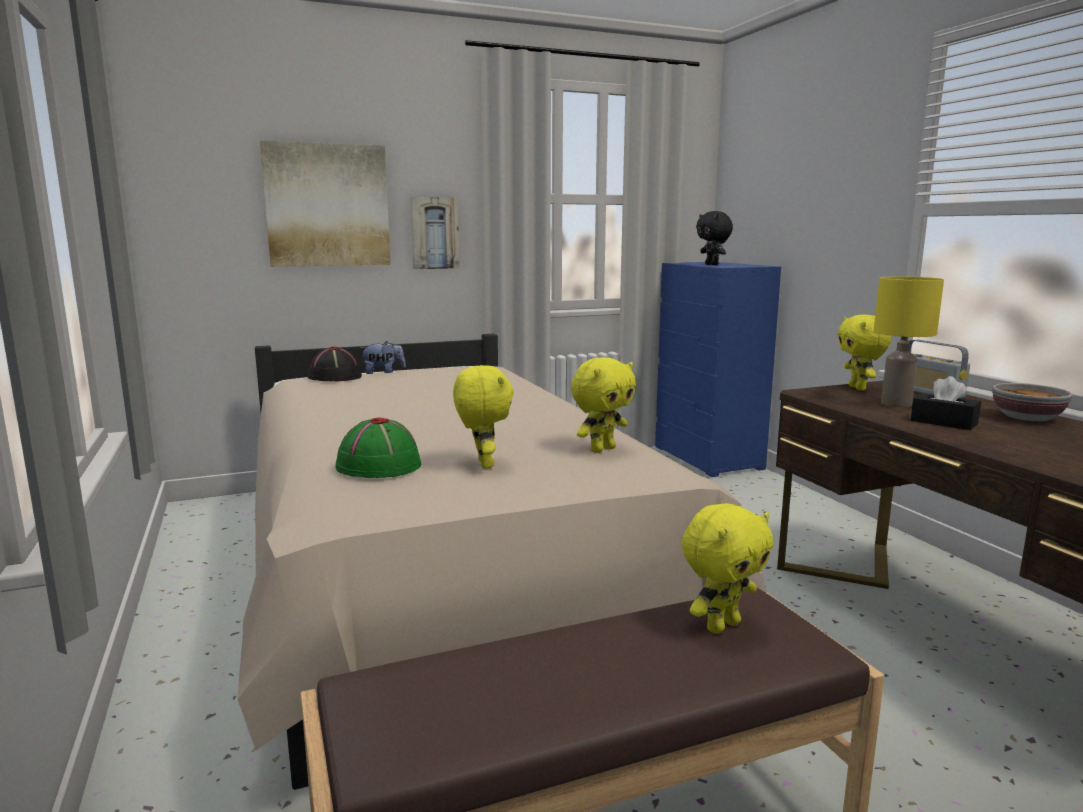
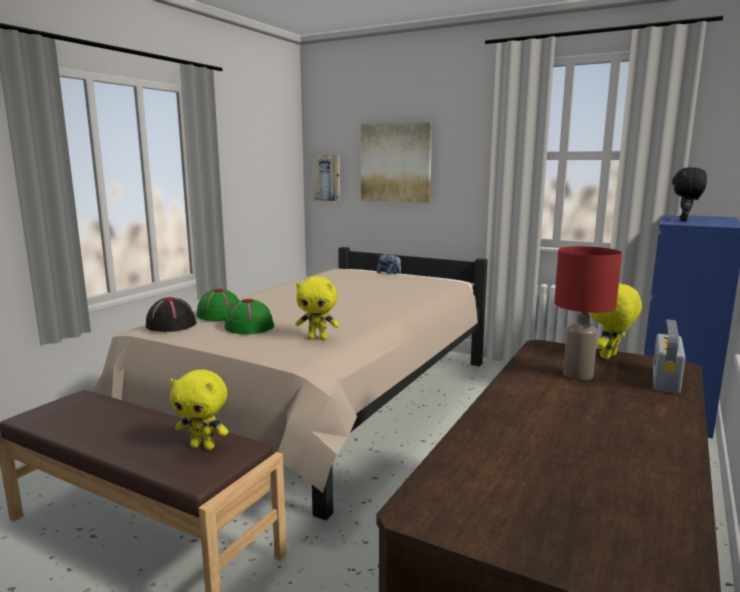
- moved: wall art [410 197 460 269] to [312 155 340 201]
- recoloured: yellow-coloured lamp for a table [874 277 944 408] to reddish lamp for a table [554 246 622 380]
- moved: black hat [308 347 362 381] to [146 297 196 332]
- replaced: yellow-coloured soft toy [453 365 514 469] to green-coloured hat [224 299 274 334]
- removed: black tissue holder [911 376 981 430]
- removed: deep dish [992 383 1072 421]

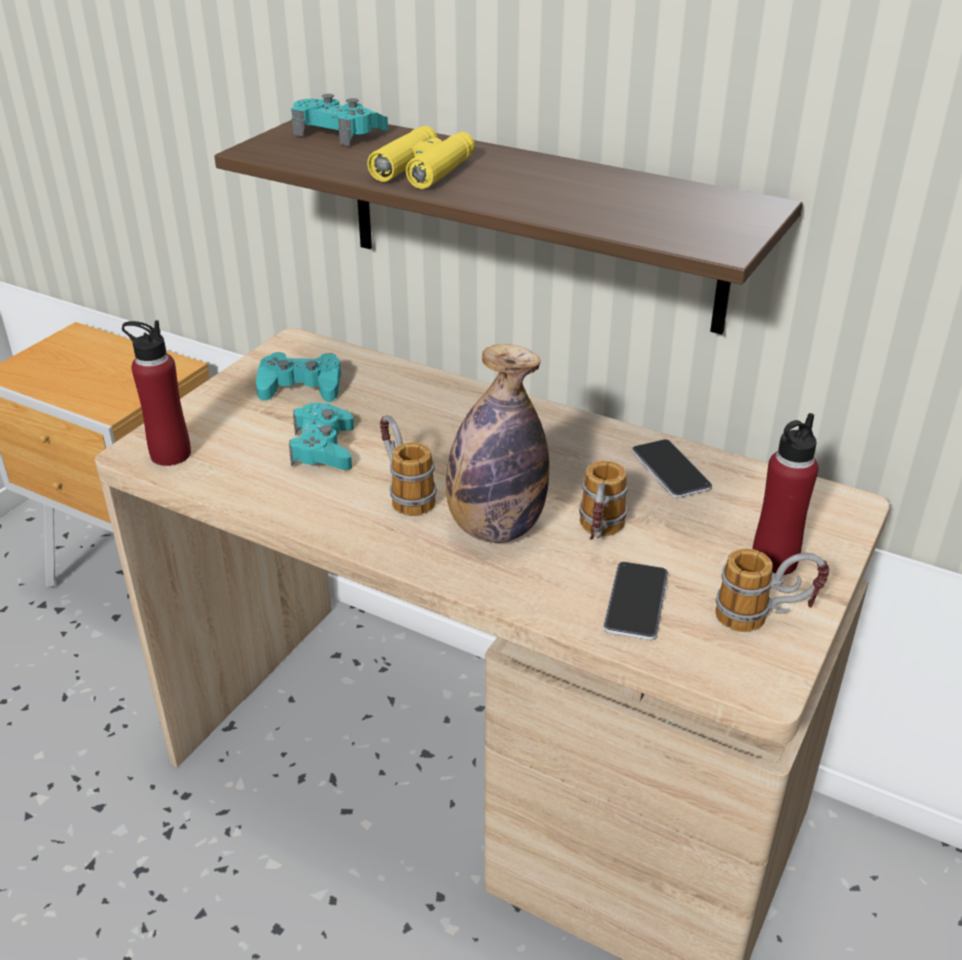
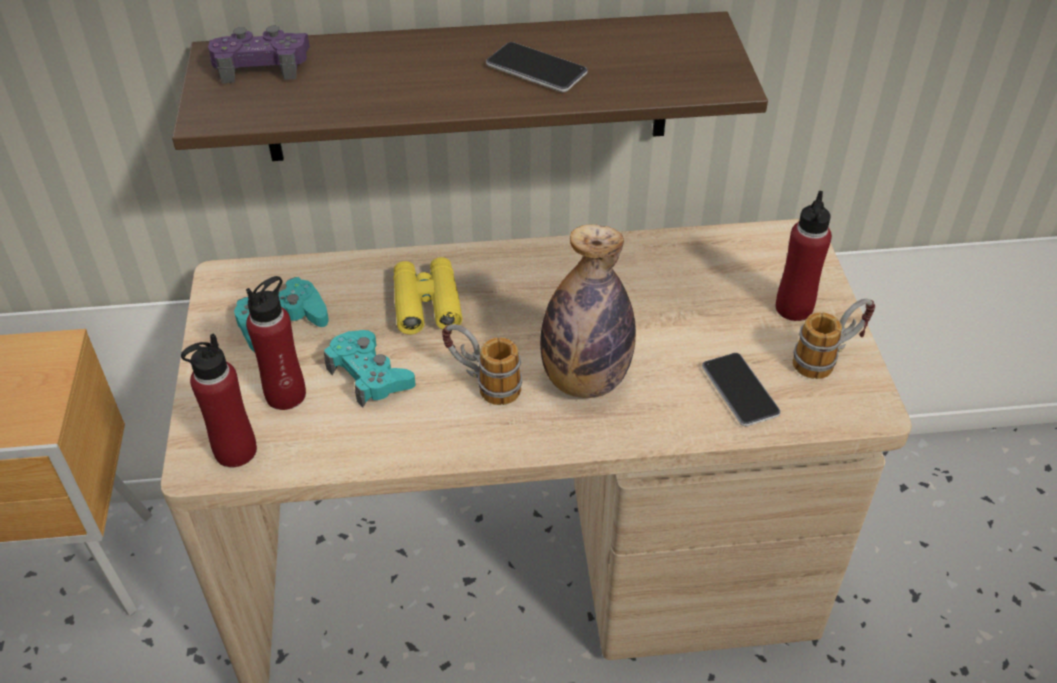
- recoloured: blue-green joypad [291 94 388 146] to purplish joypad [208 26 310 83]
- moved: yellow-coloured binoculars [367 126 475 189] to [393 257 463 334]
- moved: handset [632 439 712 498] to [486 42 588 92]
- removed: coffee mug [579 461 628 540]
- added: reddish drink bottle [246 276 306 410]

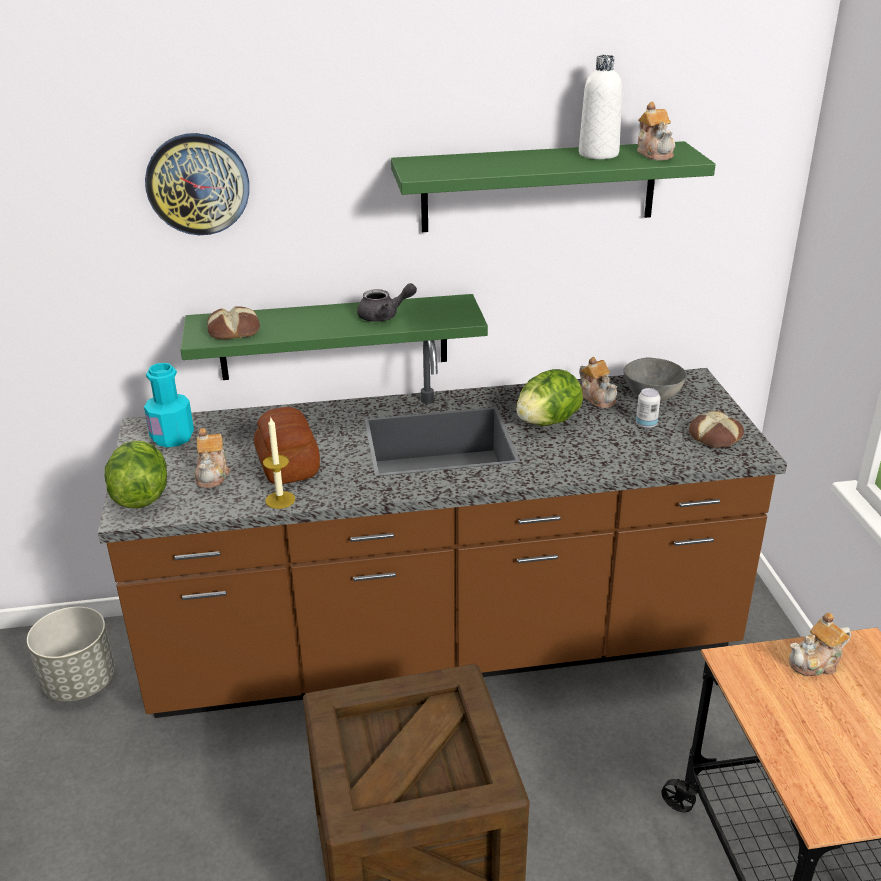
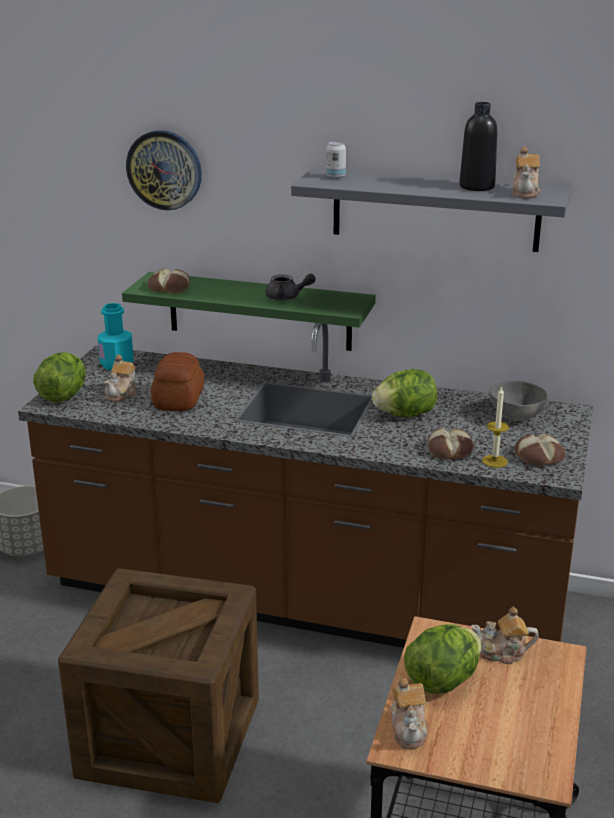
- recoloured: white-coloured drink bottle [579 55 622 159] to black drink bottle [459 102 497 191]
- recoloured: green-coloured bracket shelf [391 141 716 232] to greyish bracket shelf [291 168 571 252]
- moved: tea pot [579 357 617 408] to [391 678 428 749]
- moved: sealed can [636 388 661 429] to [326 141 346 179]
- moved: candle [263 418 295 509] to [482 386 509 468]
- added: baked bread [428 428 474 459]
- added: lettuce head [404 624 482 694]

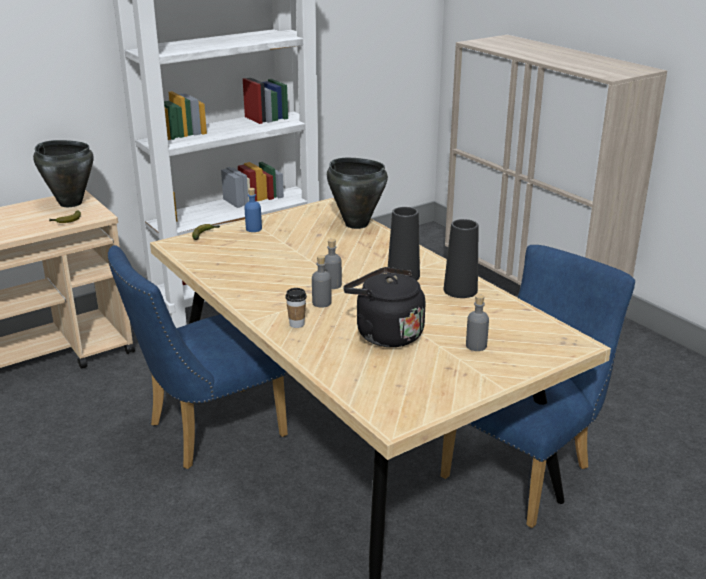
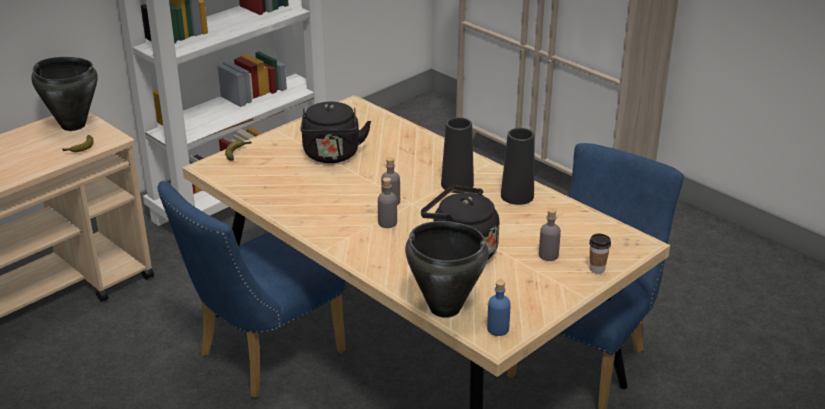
- moved: black cooking pot [327 158 388 229] to [405 221 489 318]
- moved: blue drink bottle [244 188 262 232] to [487 280 511 336]
- moved: cup [285 288 307 328] to [589 234 611 274]
- added: black tea kettle [300 102 371 163]

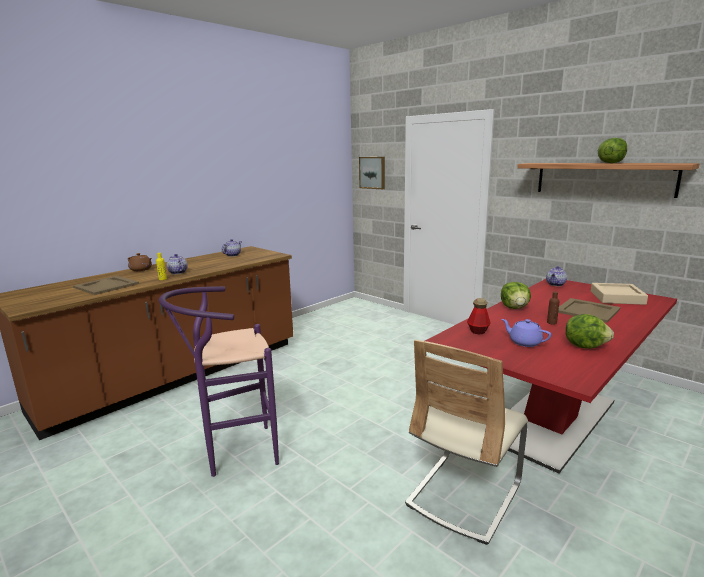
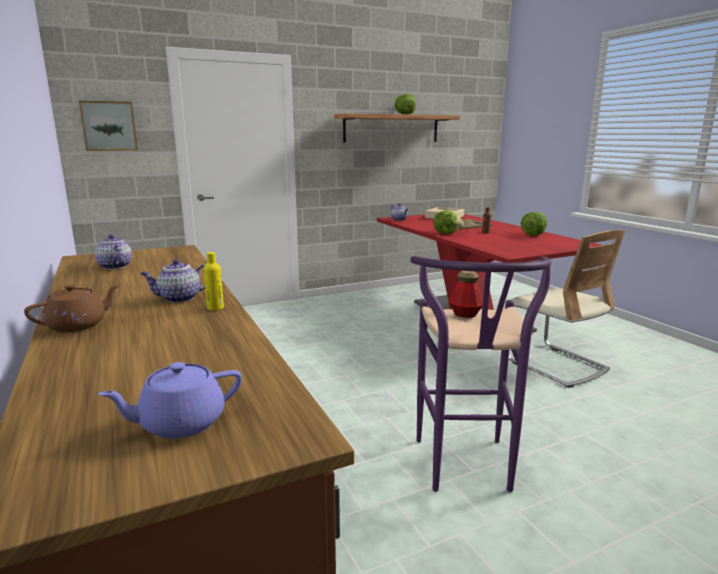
- removed: beige-coloured tray [73 276 139 295]
- moved: drink bottle [467 298 490 334] to [449 271 483 318]
- moved: purplish tea pot [502 319 551 347] to [98 362 242 439]

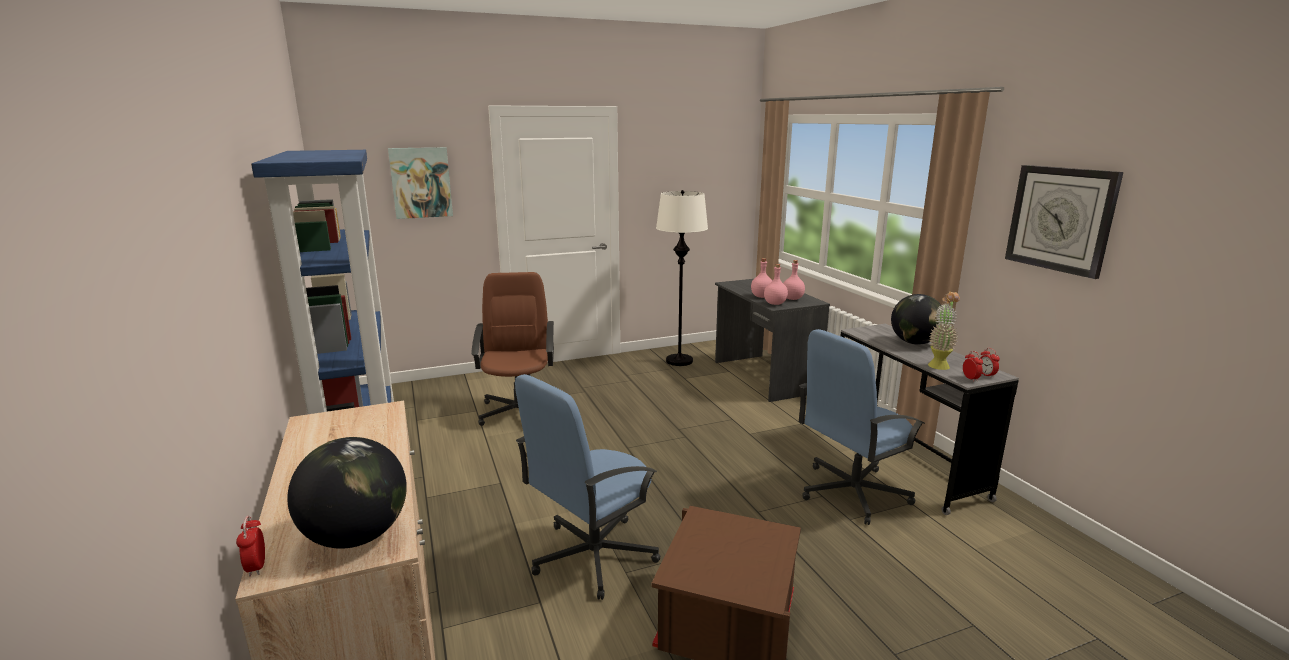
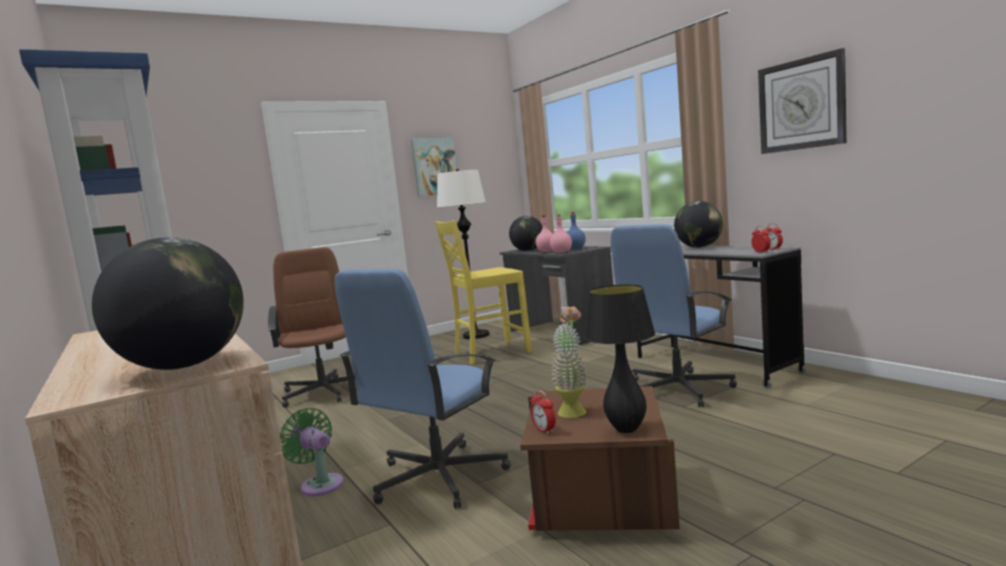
- moved: wall art [388 147 453 219] to [411 137 457 197]
- recoloured: pinkish drink bottle [783 260 805 300] to blue drink bottle [567 212 586 249]
- moved: houseplant [928 291 960 370] to [550 306 587 418]
- moved: table clock [236 516 265 577] to [531 390 556 434]
- added: globe [509 216 543 251]
- added: yellow-coloured chair [434 220 532 364]
- added: black lamp for a table [584 284 655 433]
- added: green-coloured cooling fan [280 408 344 496]

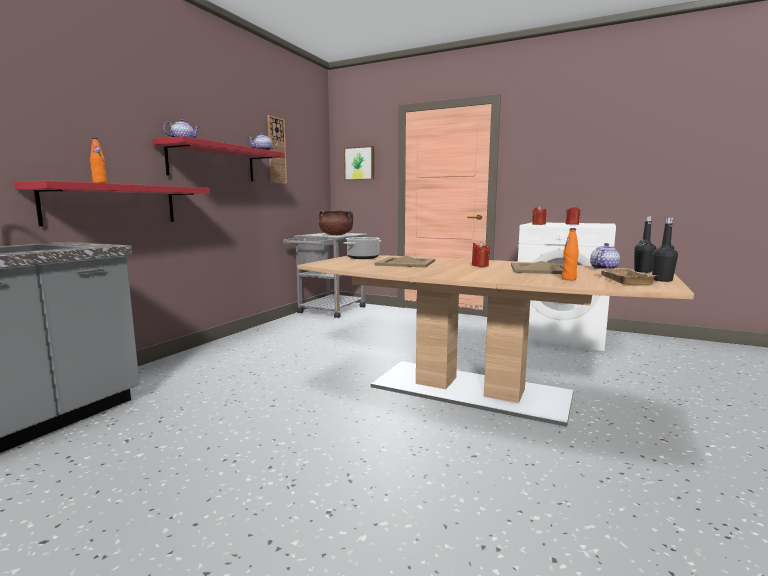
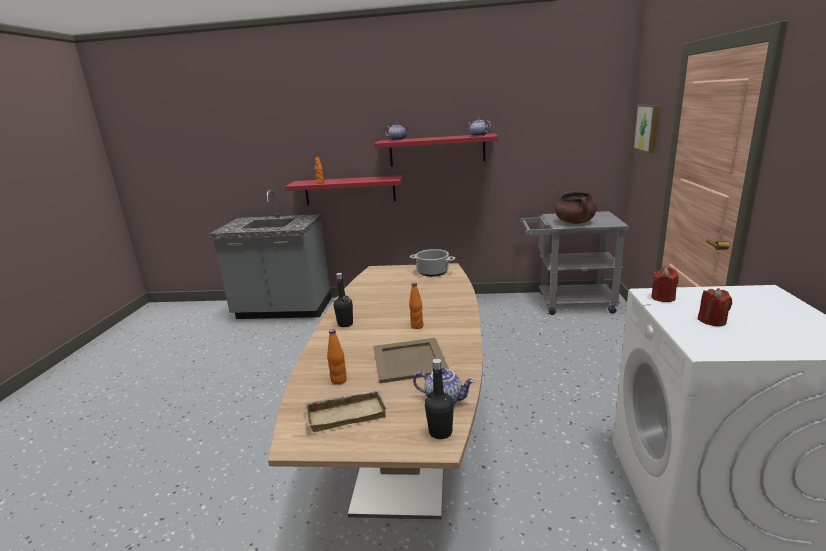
- removed: hanging clock [267 115 287 184]
- moved: black drink bottle [652 218 678 282] to [334 273 353 327]
- replaced: reddish candle [472 241 490 267] to orange-coloured drink bottle [409 283 424 329]
- removed: beige-coloured tray [375 256 435 268]

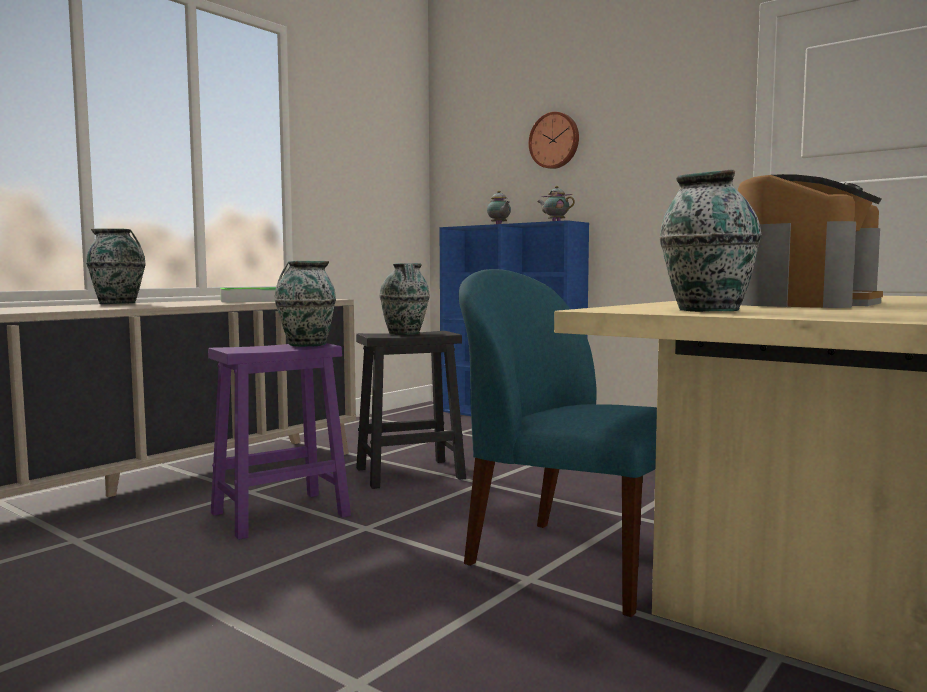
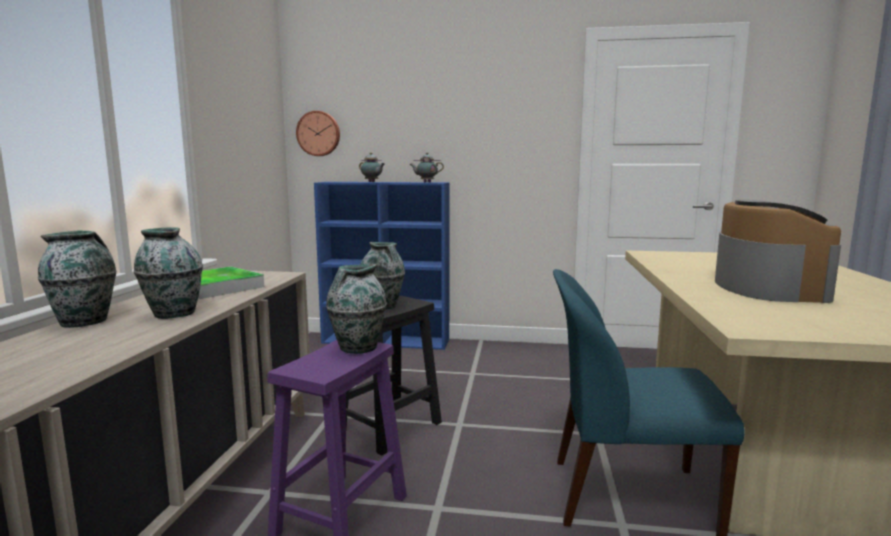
- moved: hanging clock [529 112 579 169] to [296 111 340 156]
- moved: vase [659 170 762 312] to [134 227 203 319]

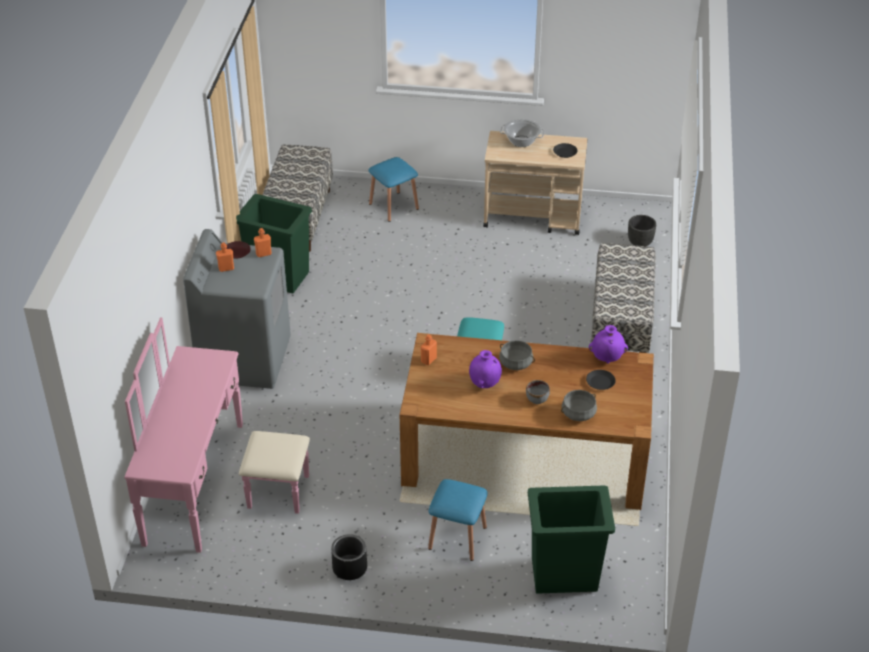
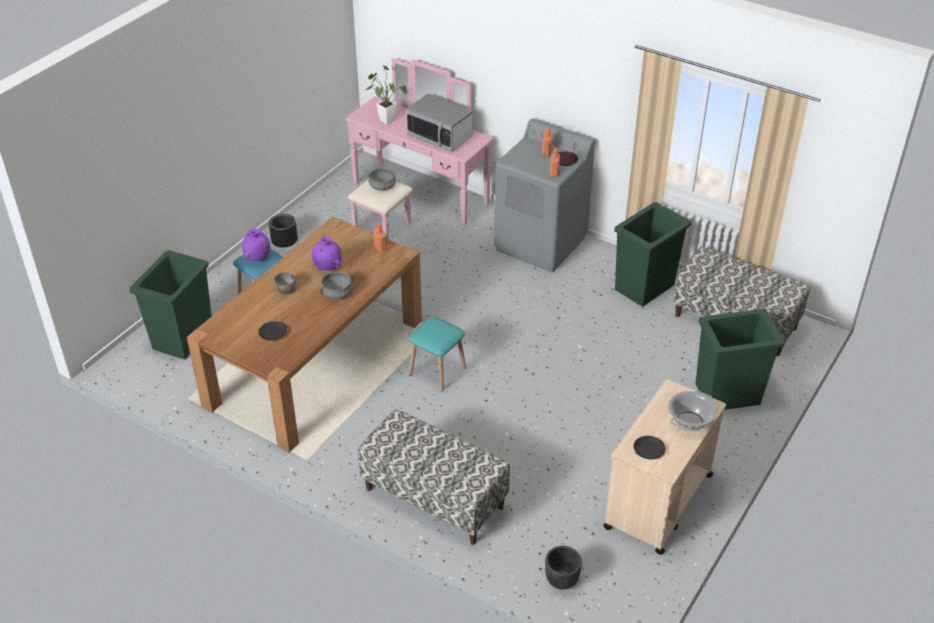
- replaced: blue stool seat [368 157 419 222] to green-coloured rubbish bin [696 309 785 410]
- moved: purplish vase [589 325 628 363] to [242 228 271 261]
- moved: greyish cooking pot [561 390 597 421] to [369 168 396 191]
- added: houseplant [366 66 407 124]
- added: microwave oven [406 93 473 152]

